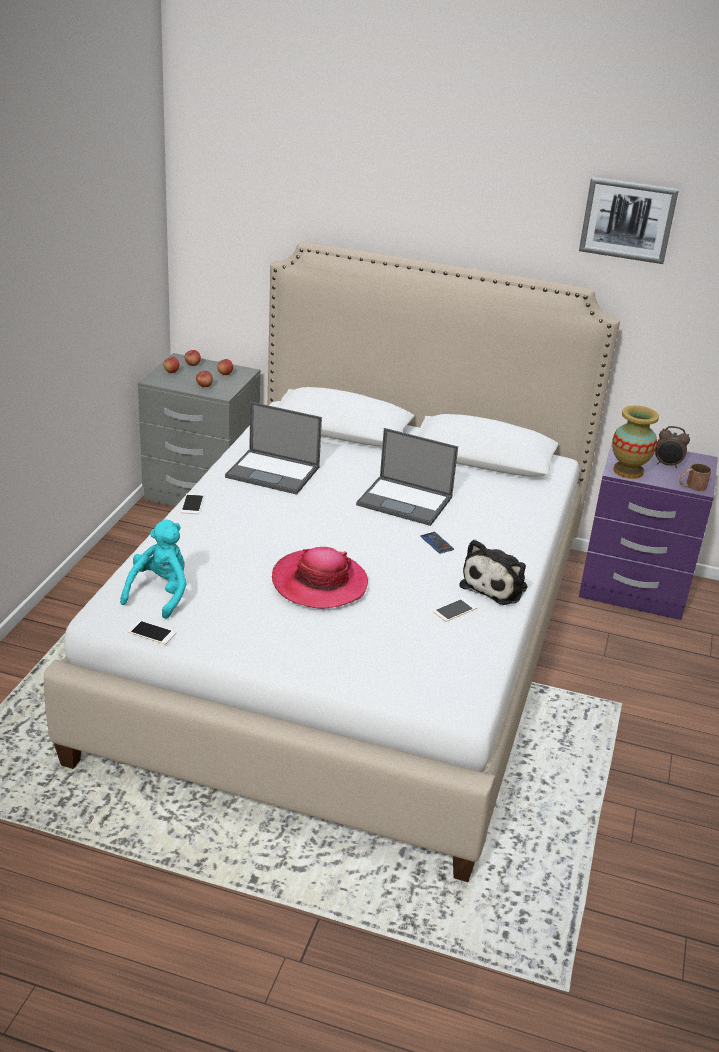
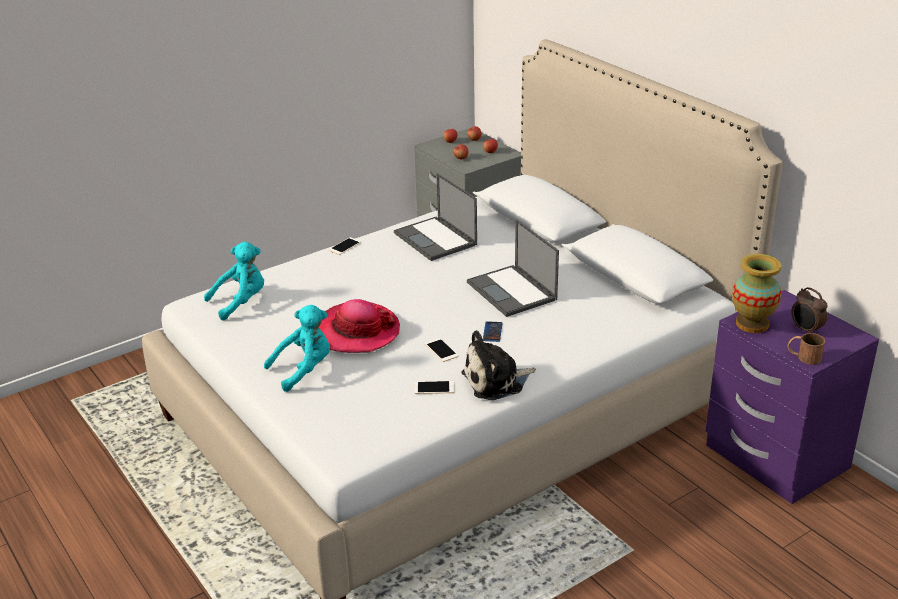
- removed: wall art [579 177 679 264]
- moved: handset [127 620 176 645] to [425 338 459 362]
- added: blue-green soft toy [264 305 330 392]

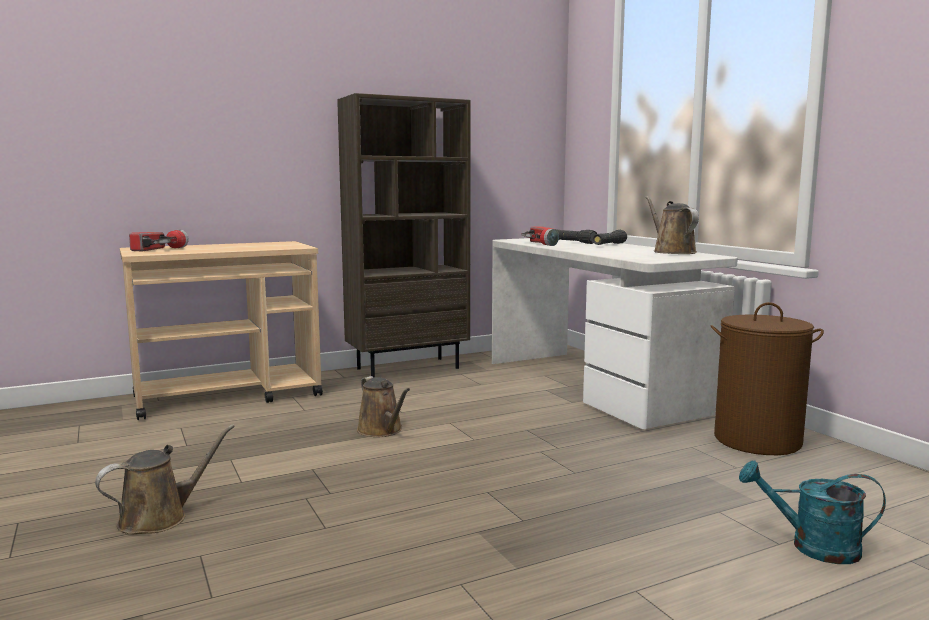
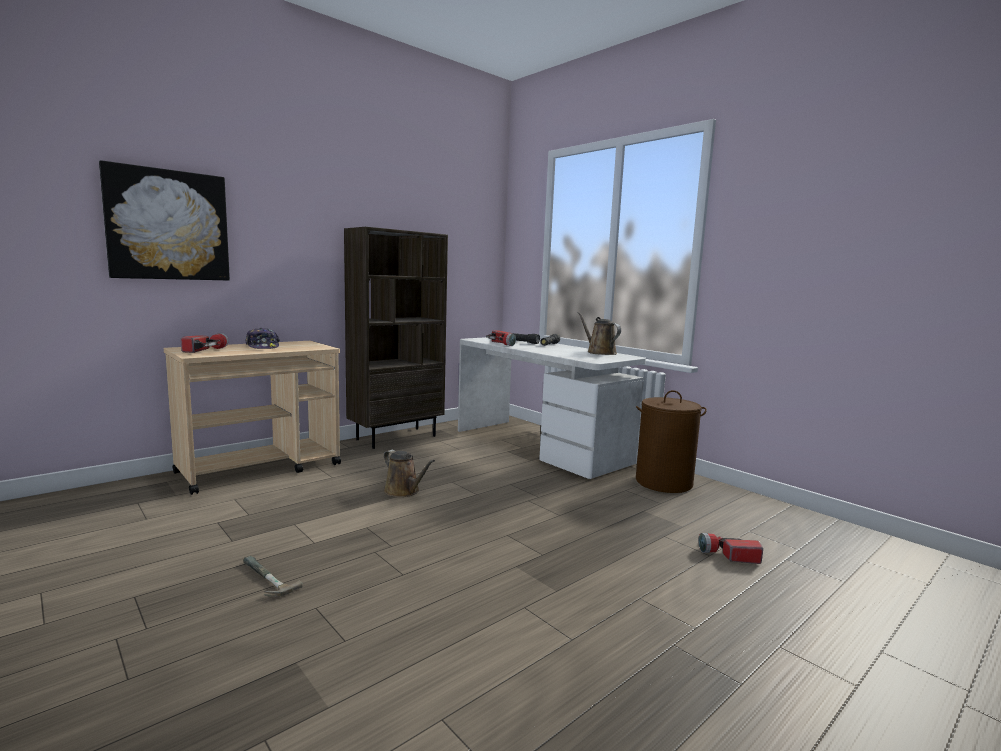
- replaced: brown watering can [95 424 235 534] to hammer [243 555 303 597]
- replaced: blue-green watering can [739 460 886 564] to torch [699 533 763 564]
- added: wall art [99 160 230 281]
- added: baseball cap [245 328 280 349]

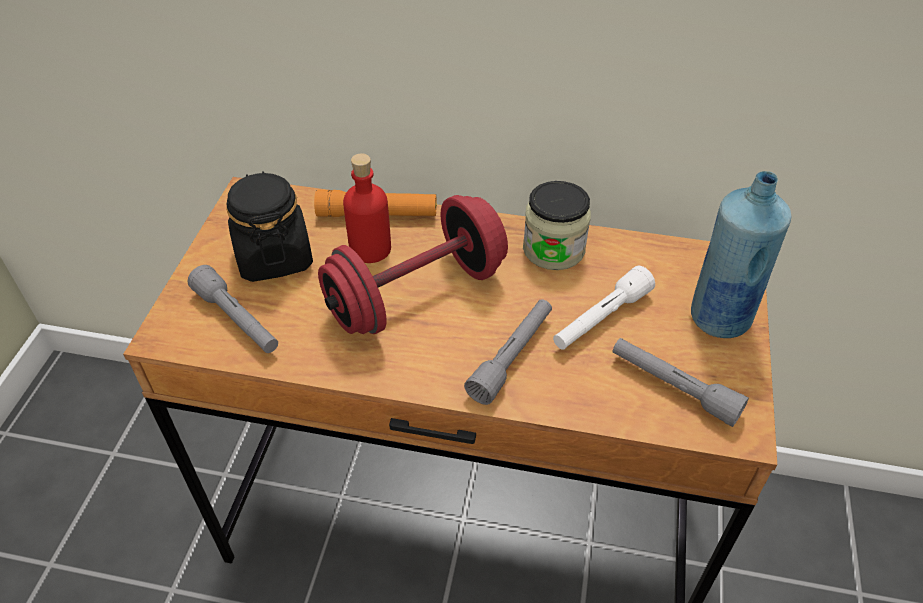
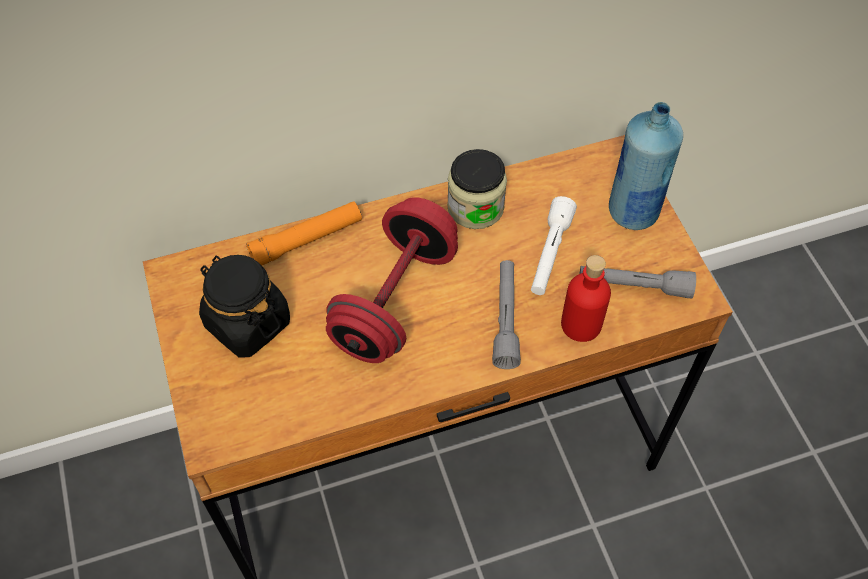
- moved: reddish drink bottle [343 153 391 263] to [561 255 611 342]
- removed: greyish torch [187 265 278 353]

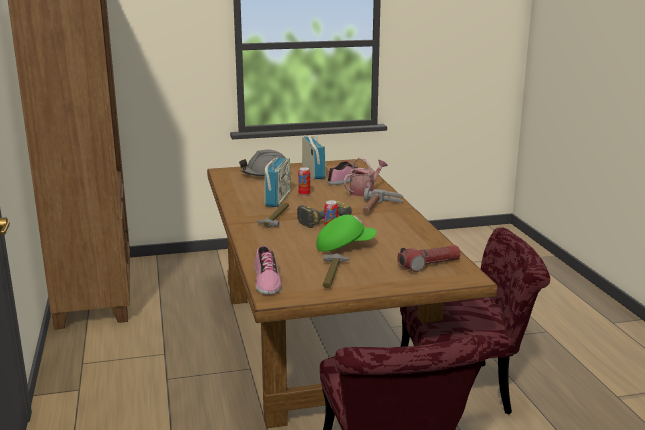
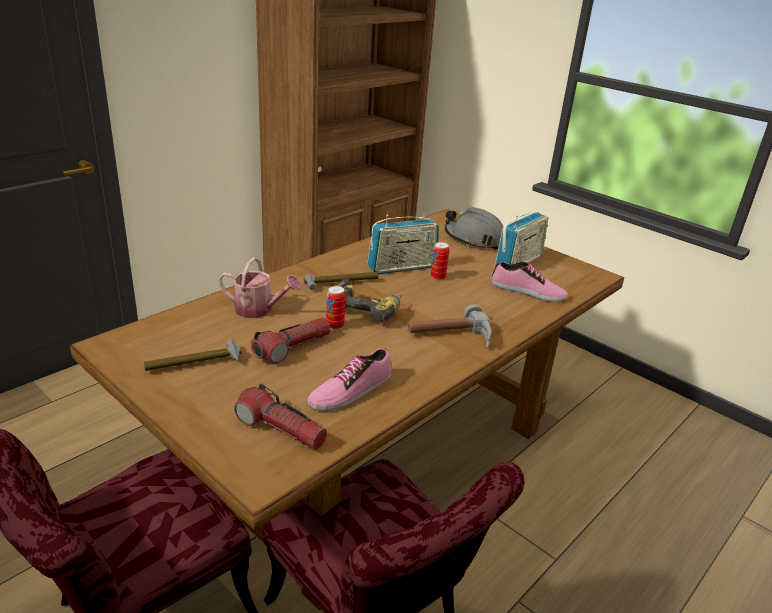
- moved: watering can [344 157 388 197] to [219 257 301 318]
- replaced: green-coloured baseball cap [316 215 377 252] to torch [251 317 330 364]
- moved: item of footwear [254 246 282 295] to [308 348 392 411]

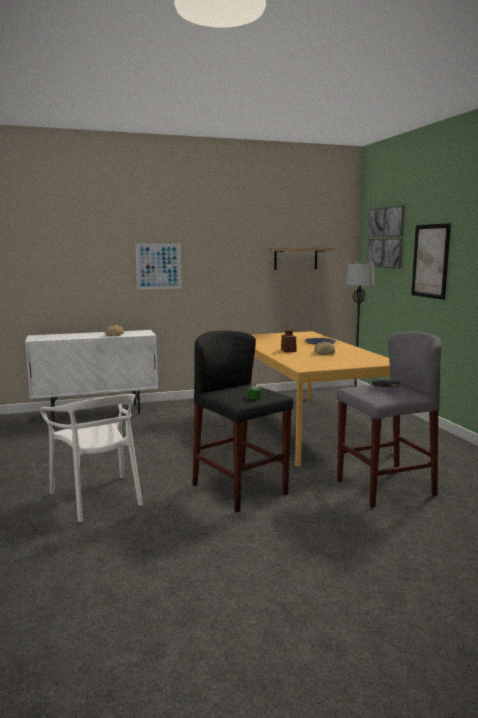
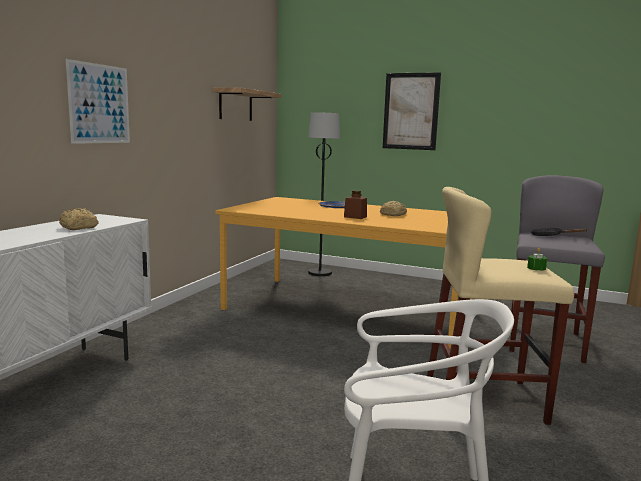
- removed: wall art [367 205 405 269]
- recoloured: black stool seat [192 330 294 512] to beige-coloured stool seat [427 187 574 425]

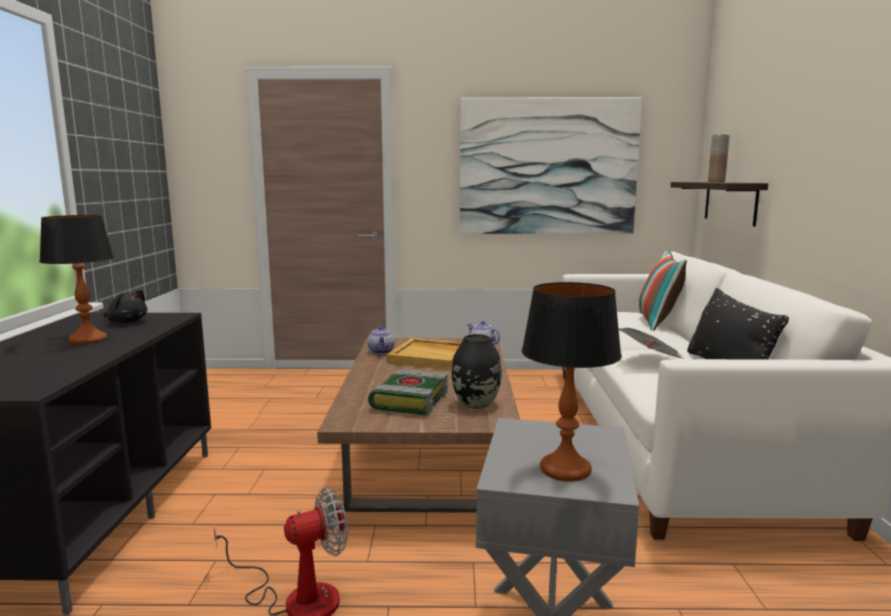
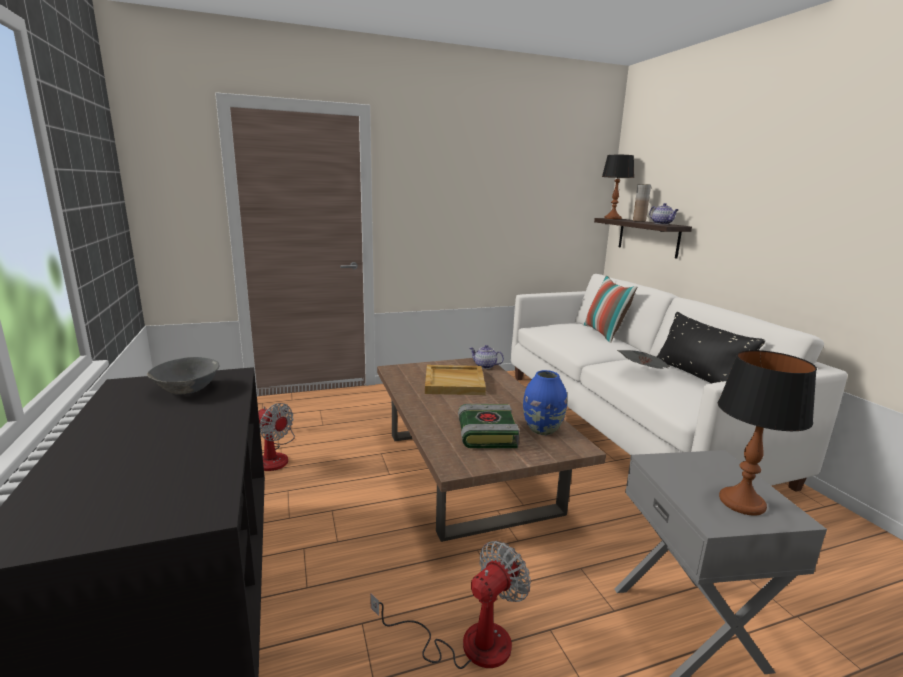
- removed: wall art [460 97 642 234]
- moved: lamp for a table [39 215 114 344] to [602 155 634 219]
- replaced: black soft toy [104 290 148 323] to greyish deep dish [147 357 219 395]
- moved: tea pot [367 326 395 354] to [649 203 679 225]
- recoloured: black vase [452 334 502 409] to blue vase [523 370 567 435]
- added: cooling fan [258 403 295 471]

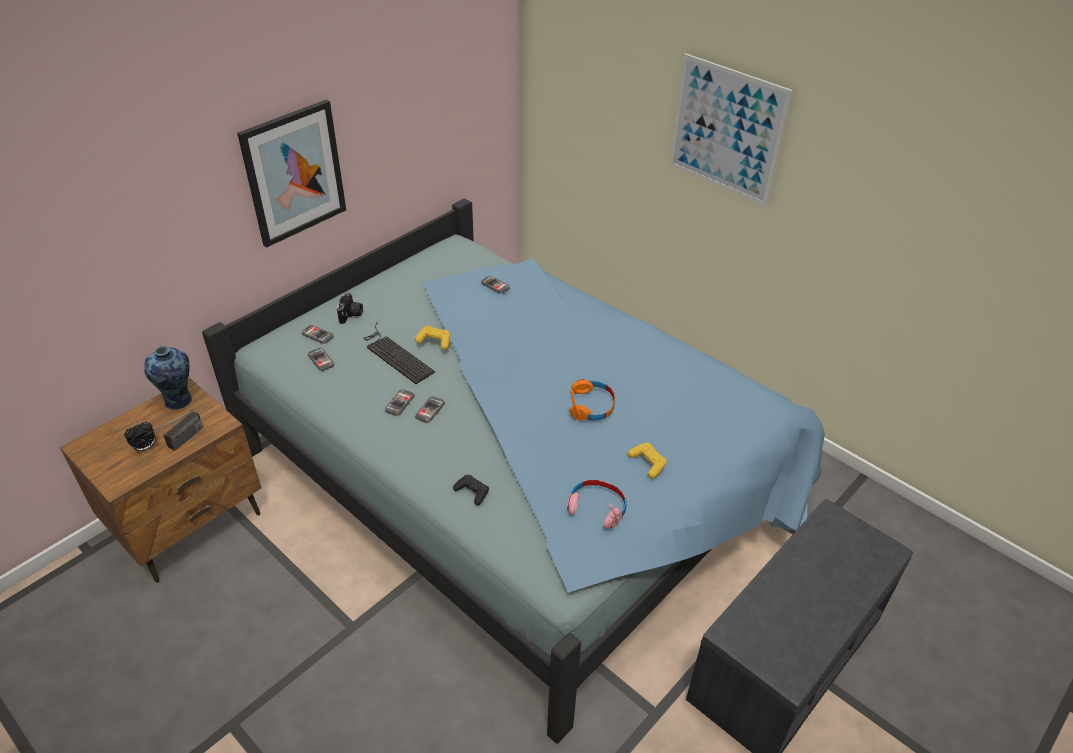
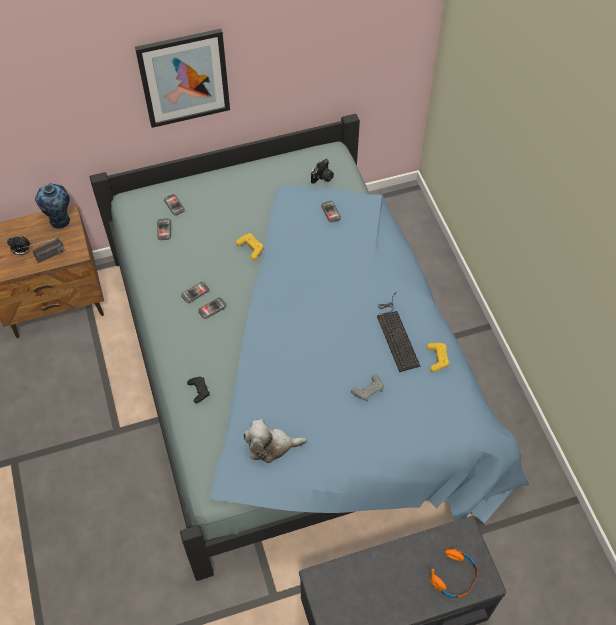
- removed: wall art [669 53 793 206]
- moved: still camera [337 293 363 324] to [311 159 334 184]
- moved: keyboard [363 322 435 384] to [377 292 420 372]
- moved: orange-coloured headphones [570 379 615 421] to [430 548 477 598]
- moved: yellow-coloured joypad [628 443 667 479] to [427 343 450 372]
- replaced: pinkish headphones [567 480 627 529] to soft toy [243 419 307 463]
- added: greyish joypad [351 375 384 401]

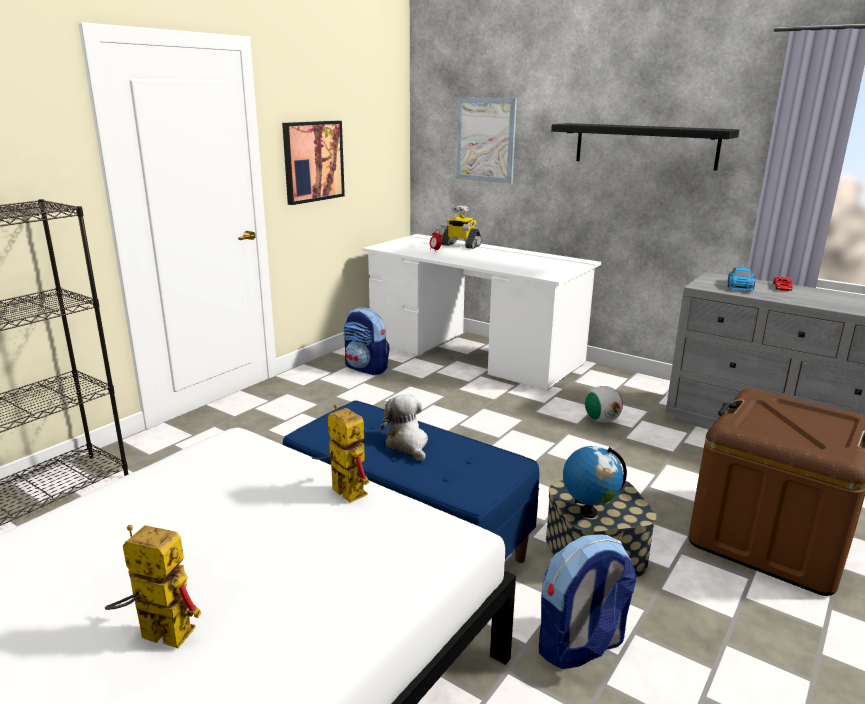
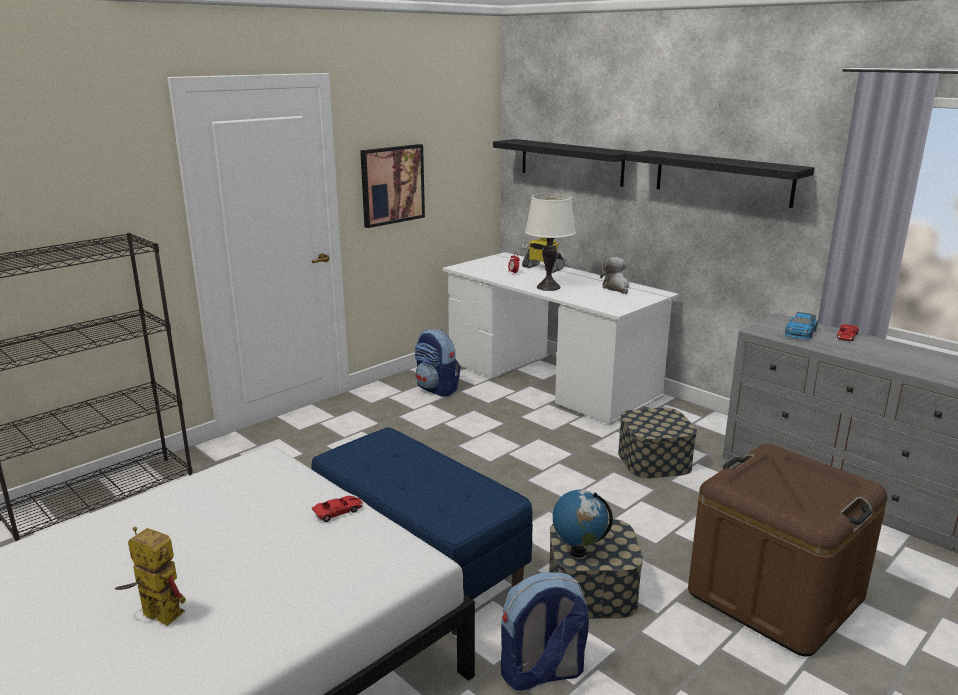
- replaced: wall art [456 97 517 184] to black bracket shelf [493 139 634 187]
- replaced: ball for football [585 386 623 423] to storage box [618 408 697 478]
- moved: soft toy [381 394 428 461] to [600 257 629 294]
- replaced: toy robot [312 404 369 503] to reddish toy car [312 496 363 522]
- added: white-coloured lamp for a table [525 193 576 291]

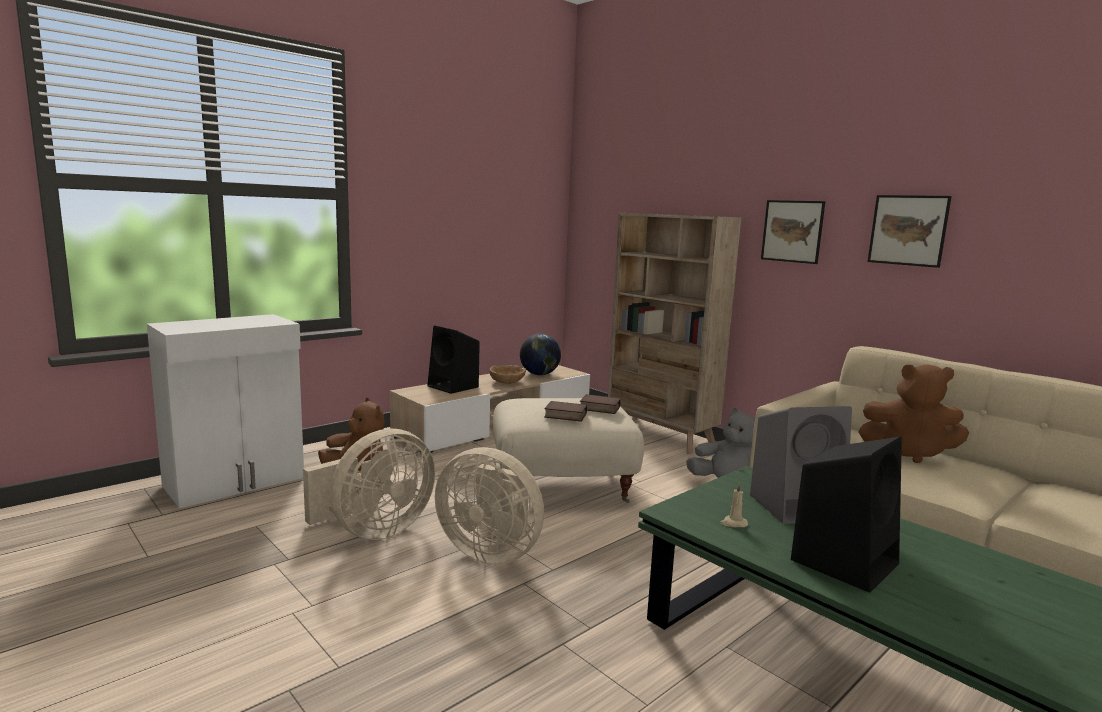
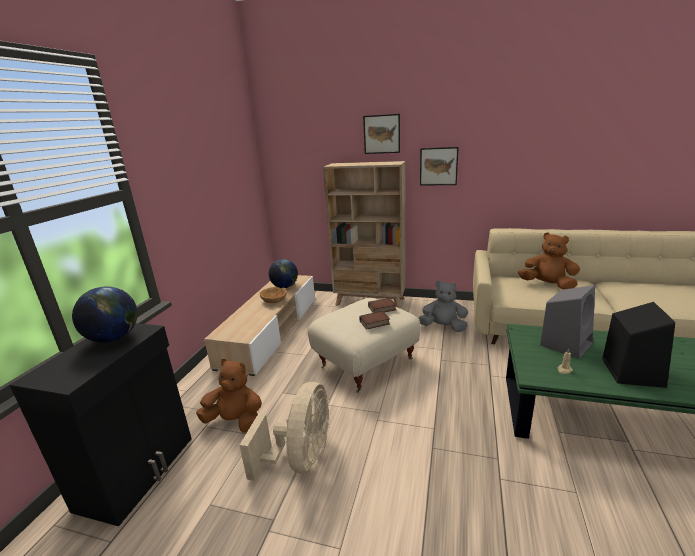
- moved: wall art [867 195 952 268] to [363 114 400 154]
- recoloured: white-coloured storage cabinet [147 314 304 508] to black storage cabinet [10 323 192 526]
- removed: black audio speaker [427 326 480 394]
- turned: brown soft toy [858 364 969 463] = [518 232 580 290] 135 degrees counterclockwise
- removed: beige-coloured cooling fan [435 447 544 565]
- added: globe [72 286 138 343]

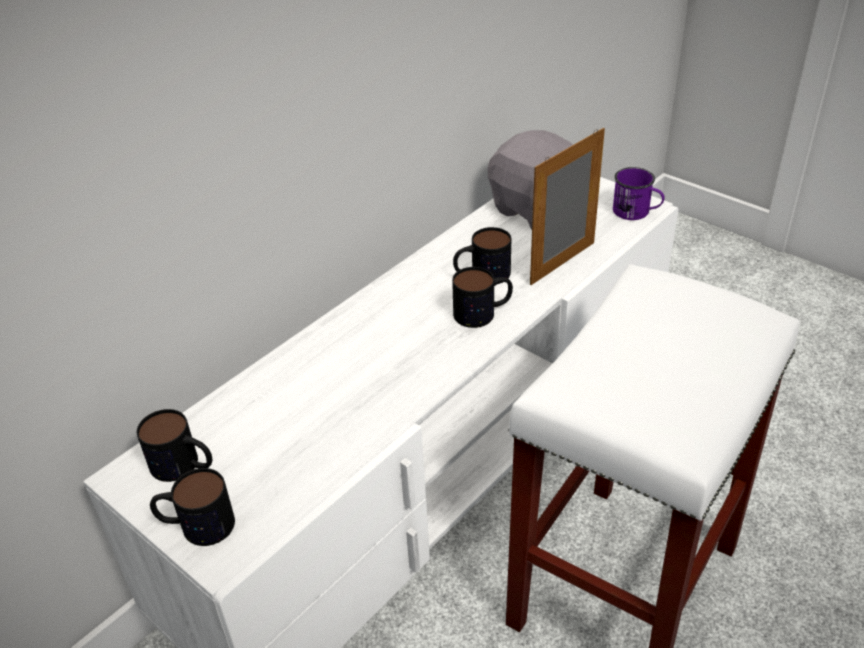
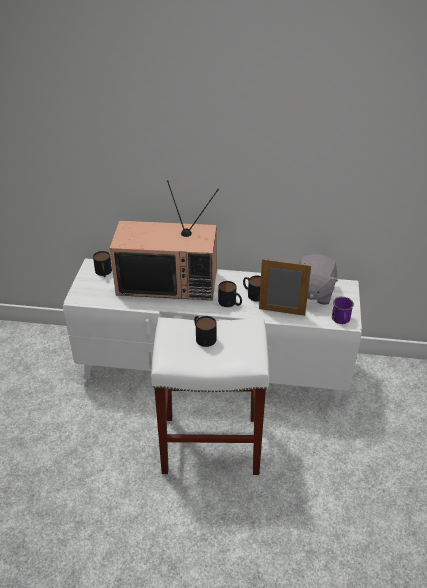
- moved: coffee mug [150 468 235 546] to [194 316 217 347]
- added: TV set [110 180 219 300]

